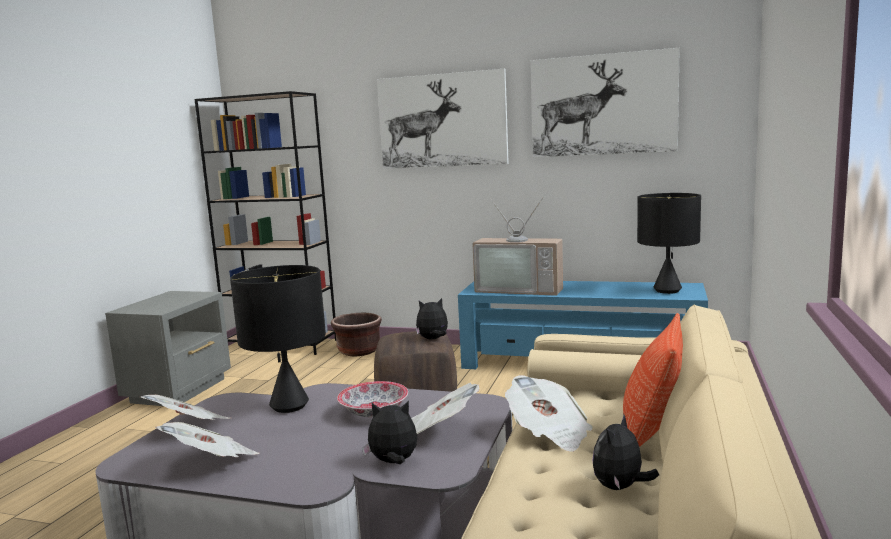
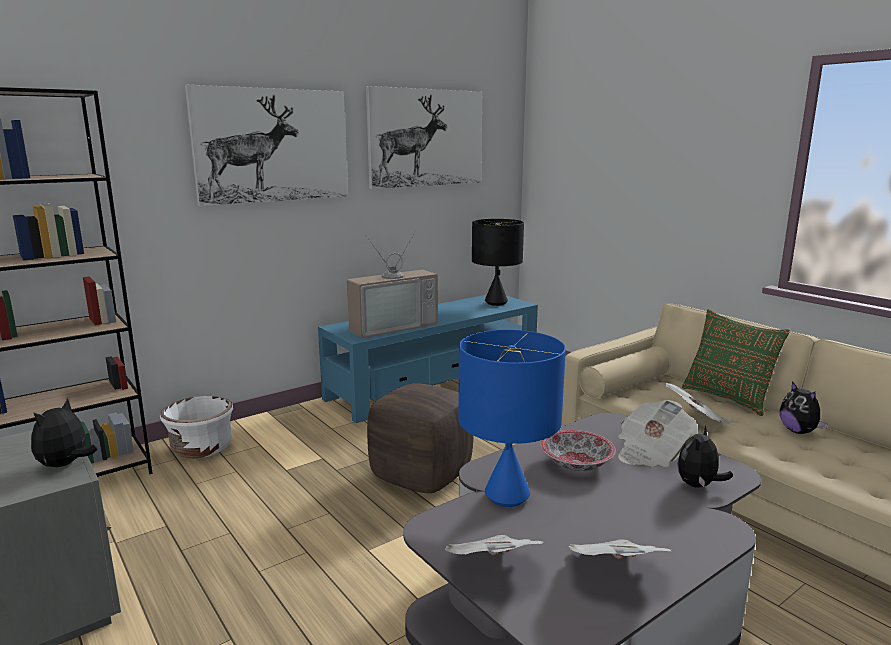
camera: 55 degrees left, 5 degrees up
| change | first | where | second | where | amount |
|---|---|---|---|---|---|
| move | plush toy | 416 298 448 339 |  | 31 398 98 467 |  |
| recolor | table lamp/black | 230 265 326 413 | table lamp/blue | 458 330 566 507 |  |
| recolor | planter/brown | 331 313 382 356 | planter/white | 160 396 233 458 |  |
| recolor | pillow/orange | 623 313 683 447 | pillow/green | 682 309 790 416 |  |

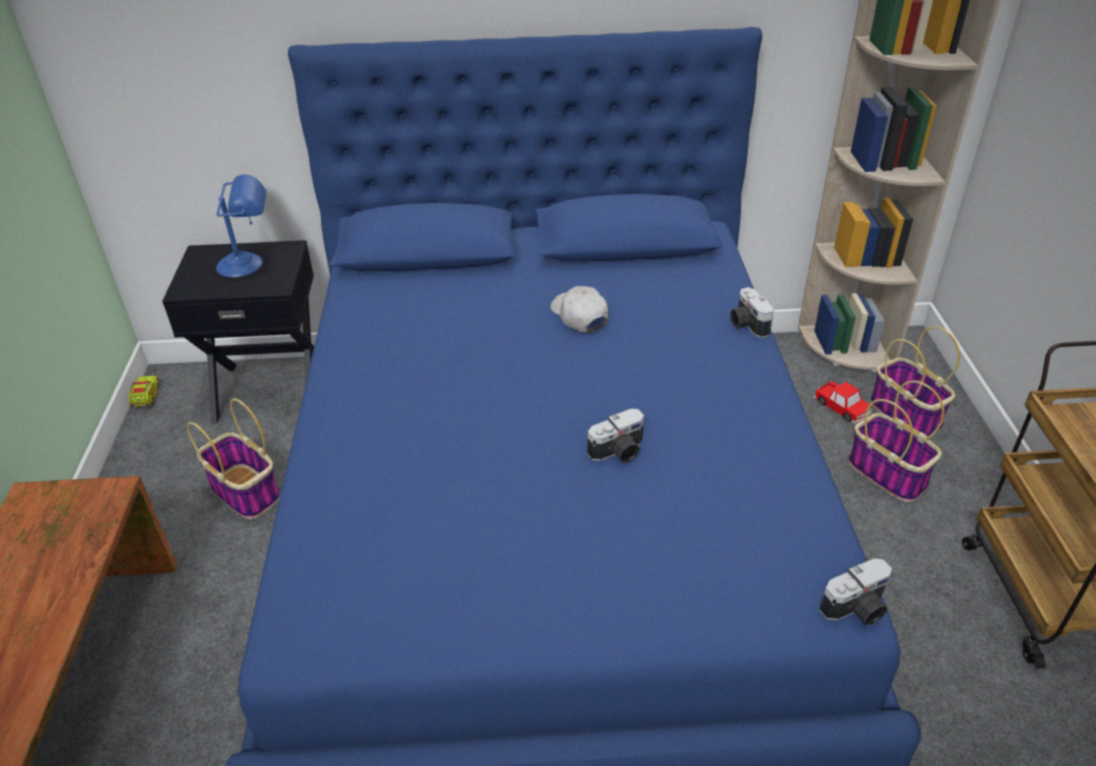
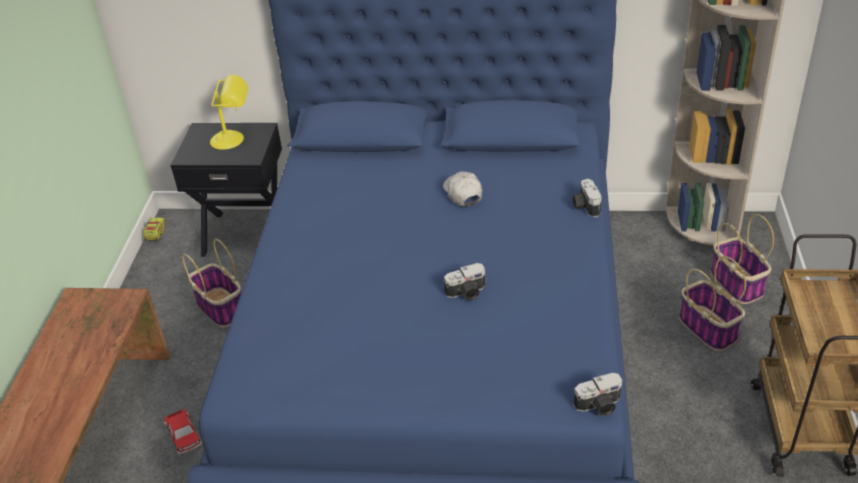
camera: 10 degrees right, 0 degrees up
| change | first | where | second | where | amount |
|---|---|---|---|---|---|
| move | toy car | 813 381 872 424 |  | 164 409 203 455 |  |
| recolor | table lamp/blue | 216 174 266 277 | table lamp/yellow | 210 75 248 150 |  |

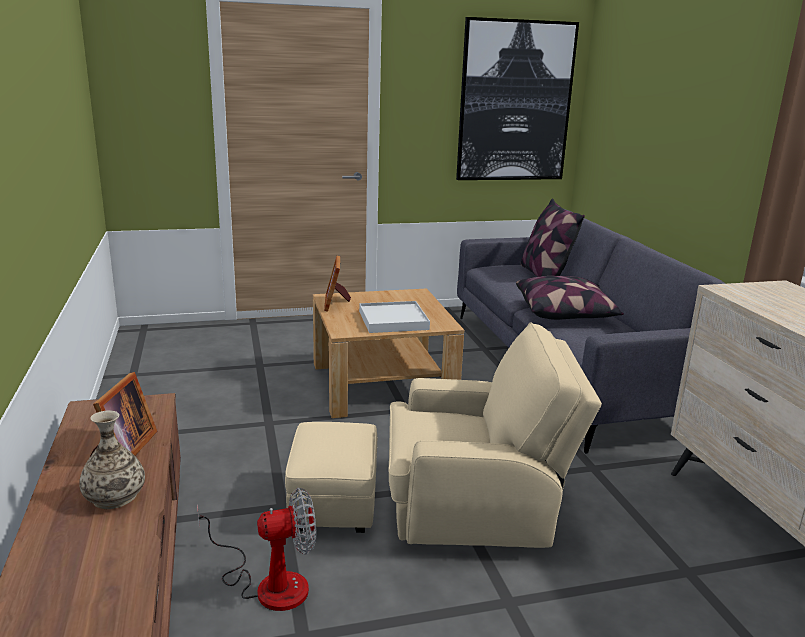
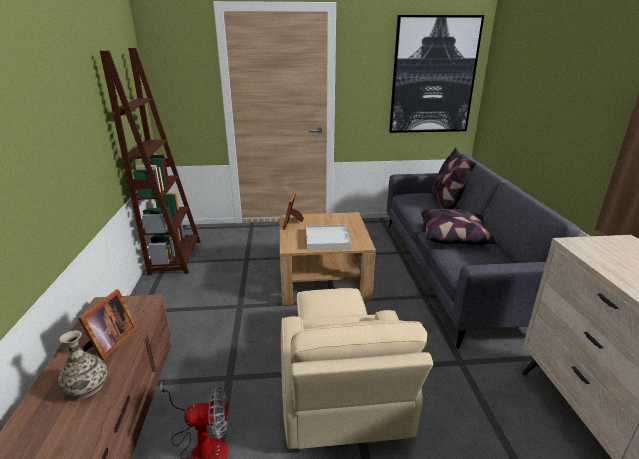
camera: 10 degrees right, 5 degrees up
| change | first | where | second | where | amount |
|---|---|---|---|---|---|
| insert |  |  | bookcase/brown | 100 48 201 275 |  |
| rotate | armchair/beige | 285 322 602 548 |  | 281 288 433 449 | 75 degrees clockwise |

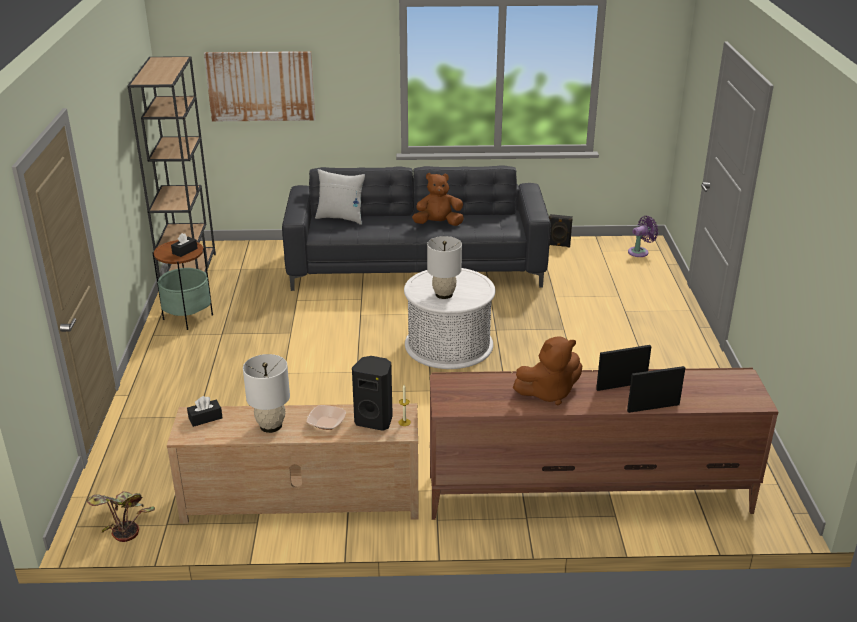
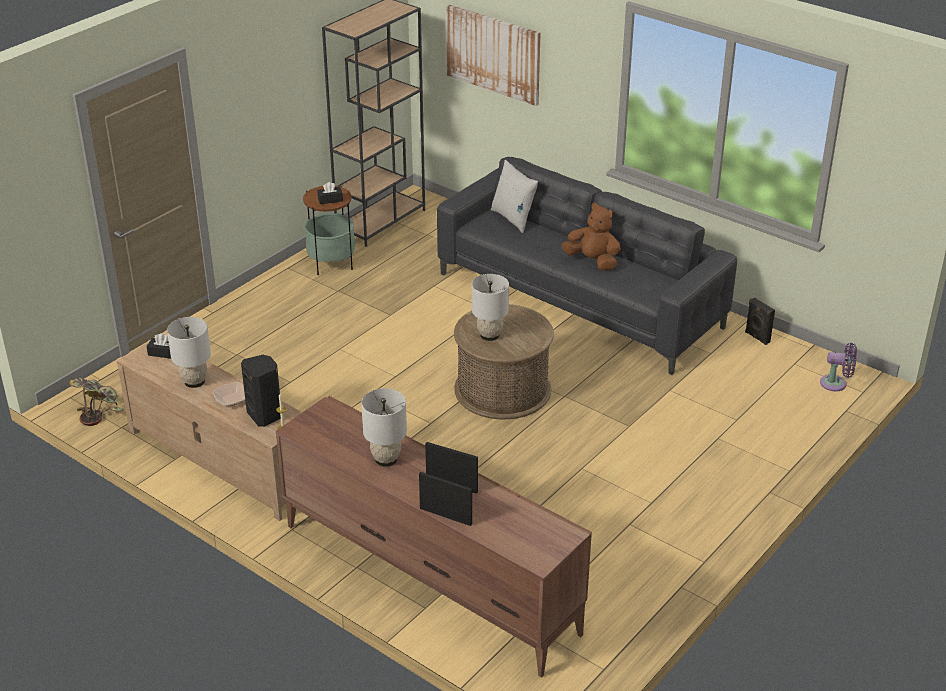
camera: 40 degrees right, 5 degrees up
| change | first | where | second | where | amount |
|---|---|---|---|---|---|
| replace | plush toy/brown | 513 337 582 405 | table lamp/white | 361 388 407 467 |  |
| recolor | coffee table/white | 404 268 496 369 | coffee table/brown | 454 304 554 419 |  |

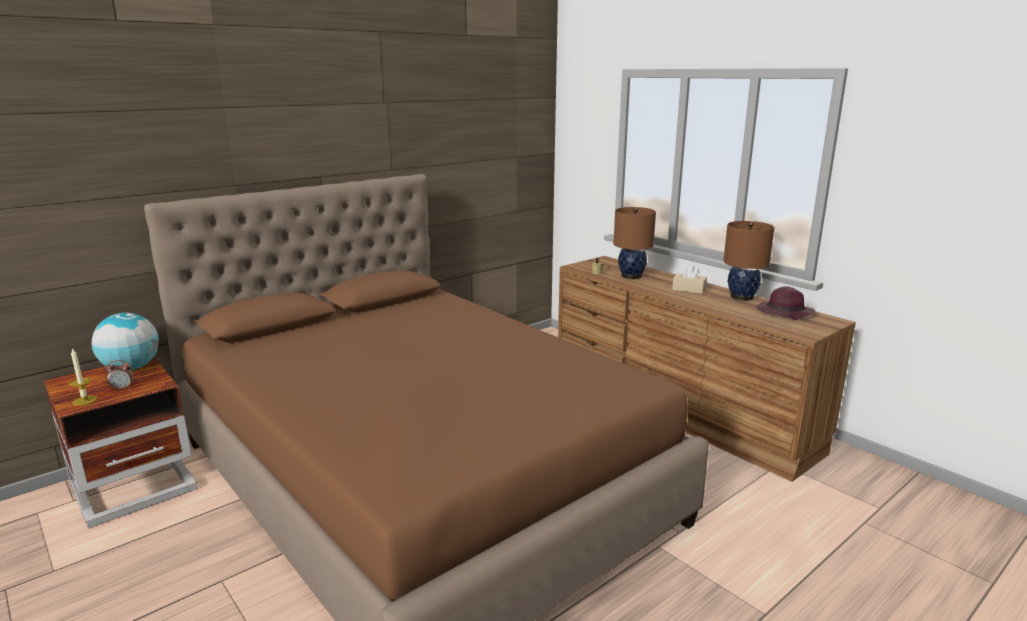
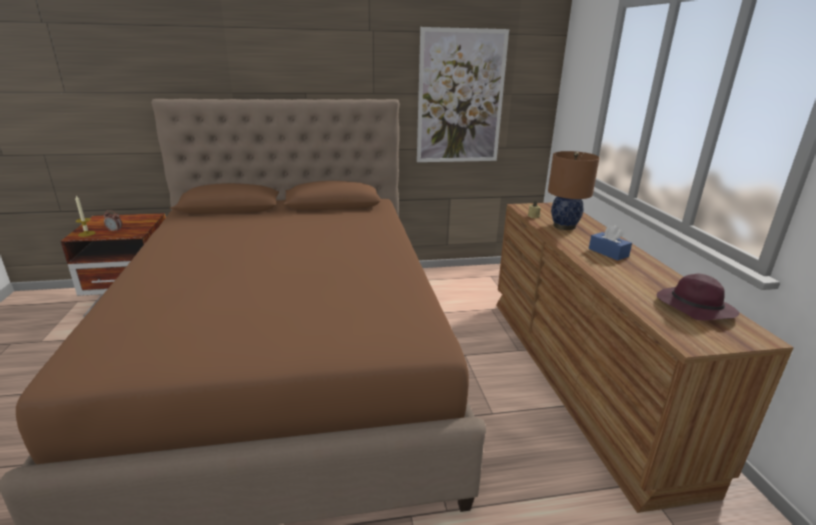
camera: 30 degrees right, 5 degrees up
| change | first | where | second | where | amount |
|---|---|---|---|---|---|
| delete | globe | 91 313 159 370 |  |  |  |
| delete | table lamp/brown | 724 221 774 301 |  |  |  |
| insert |  |  | picture | 417 27 509 162 |  |
| recolor | tissue box/beige | 672 265 707 294 | tissue box/blue | 589 225 632 261 |  |

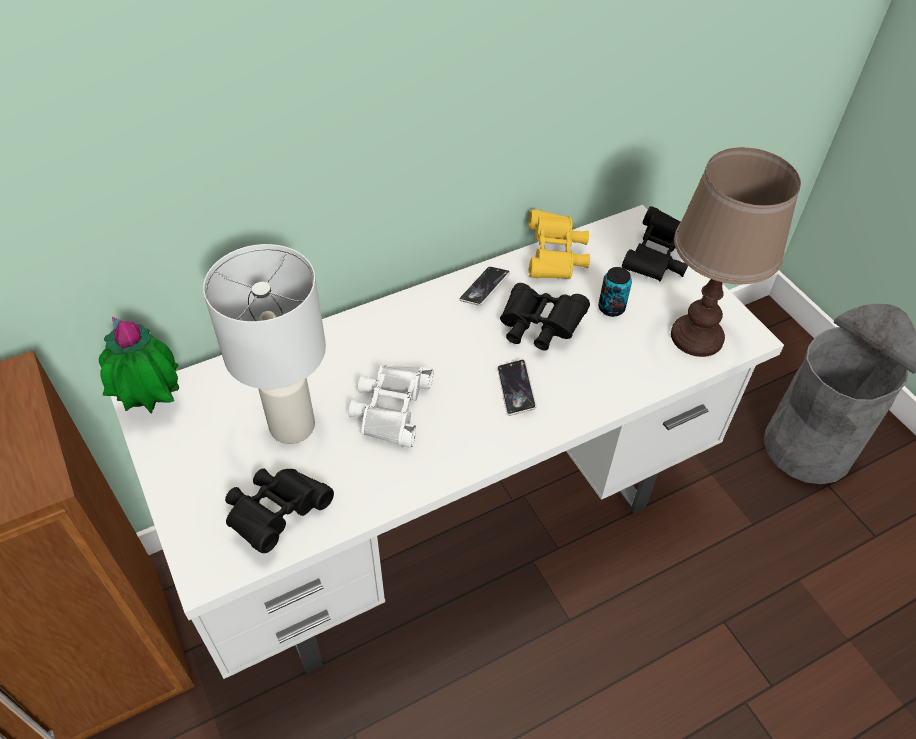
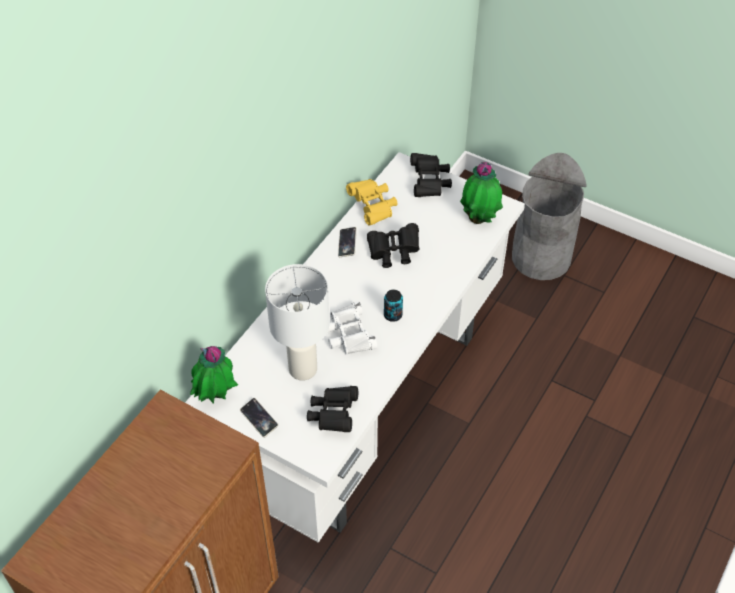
camera: 30 degrees left, 0 degrees up
| change | first | where | second | where | amount |
|---|---|---|---|---|---|
| move | phone | 497 359 536 416 |  | 240 398 279 438 |  |
| move | can | 598 267 632 317 |  | 384 290 403 322 |  |
| replace | table lamp/brown | 671 147 801 357 | potted plant | 460 162 503 224 |  |

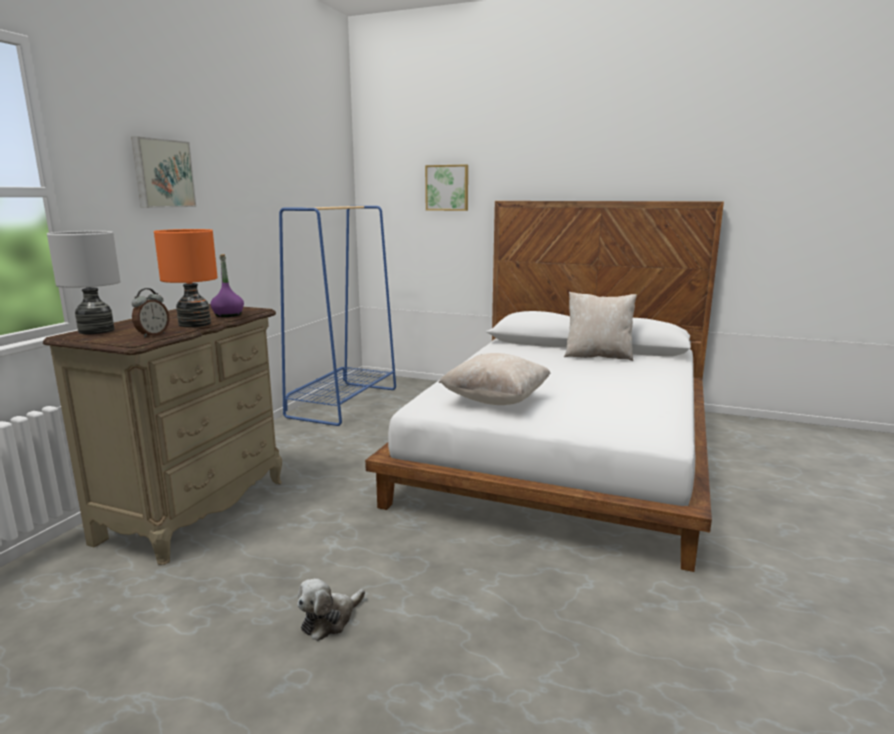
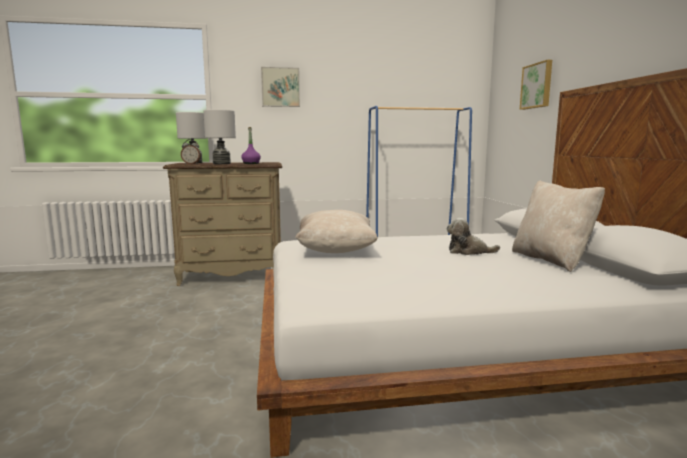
camera: 60 degrees right, 5 degrees down
| change | first | where | second | where | amount |
|---|---|---|---|---|---|
| move | plush toy | 297 579 365 641 |  | 447 218 500 255 |  |
| recolor | table lamp/orange | 154 229 218 327 | table lamp/grey | 203 109 236 164 |  |

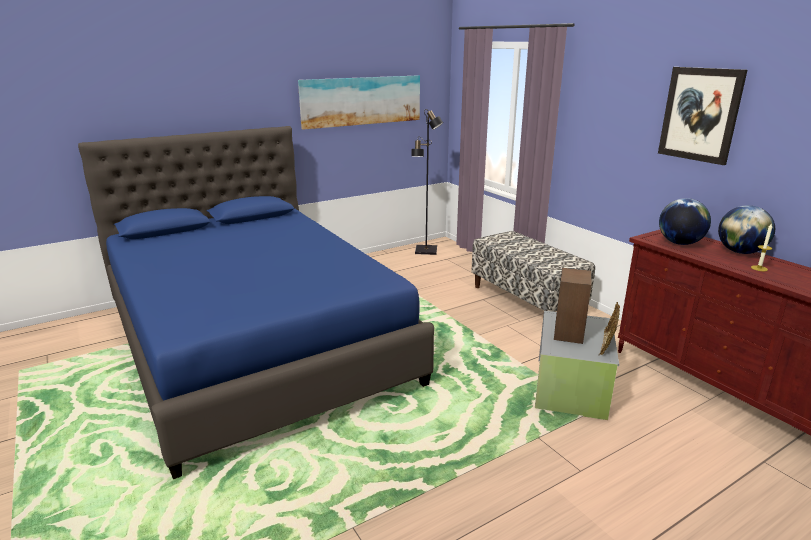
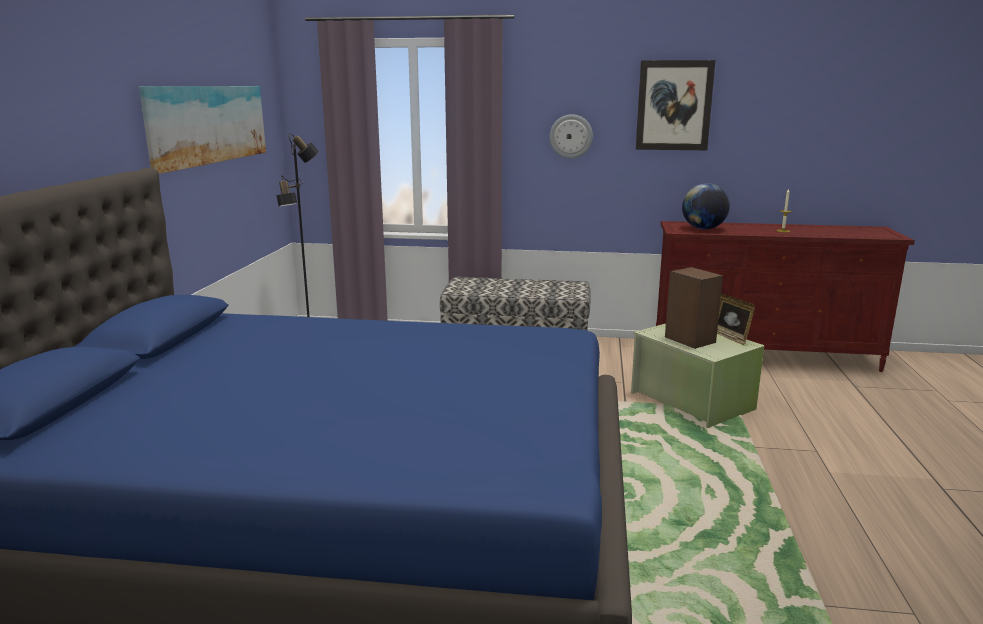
camera: 50 degrees left, 5 degrees down
| change | first | where | second | where | amount |
|---|---|---|---|---|---|
| delete | globe | 718 205 775 254 |  |  |  |
| insert |  |  | wall clock | 550 114 593 159 |  |
| recolor | storage box/grey | 535 311 619 420 | storage box/green | 631 324 765 428 |  |

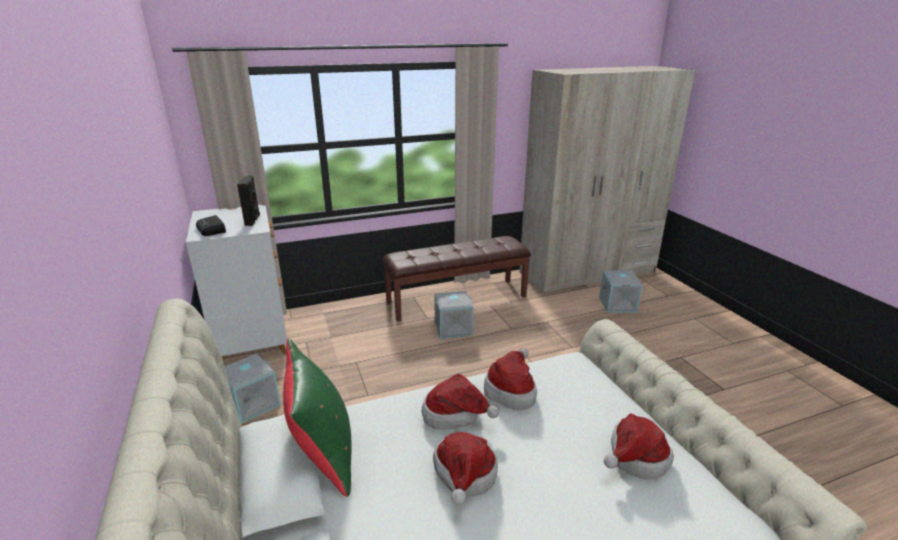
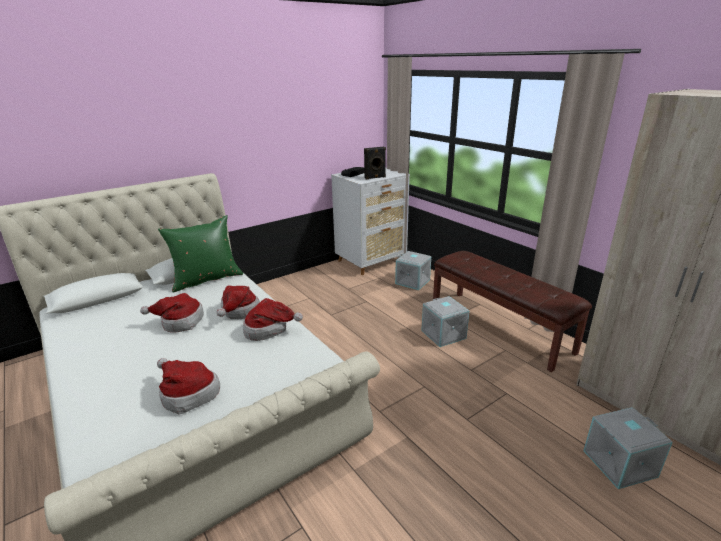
camera: 75 degrees right, 0 degrees up
| change | first | where | second | where | amount |
|---|---|---|---|---|---|
| move | storage box/grey | 225 354 281 423 |  | 395 251 431 290 |  |

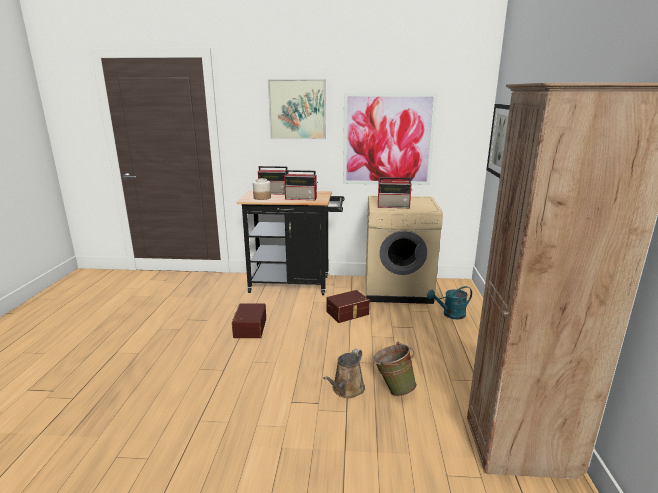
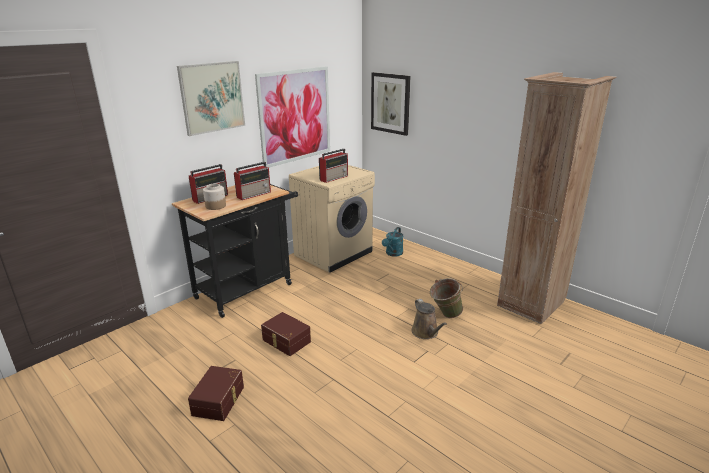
camera: 50 degrees left, 5 degrees up
| change | first | where | second | where | amount |
|---|---|---|---|---|---|
| move | storage box/brown | 327 290 370 323 |  | 188 366 244 421 |  |

